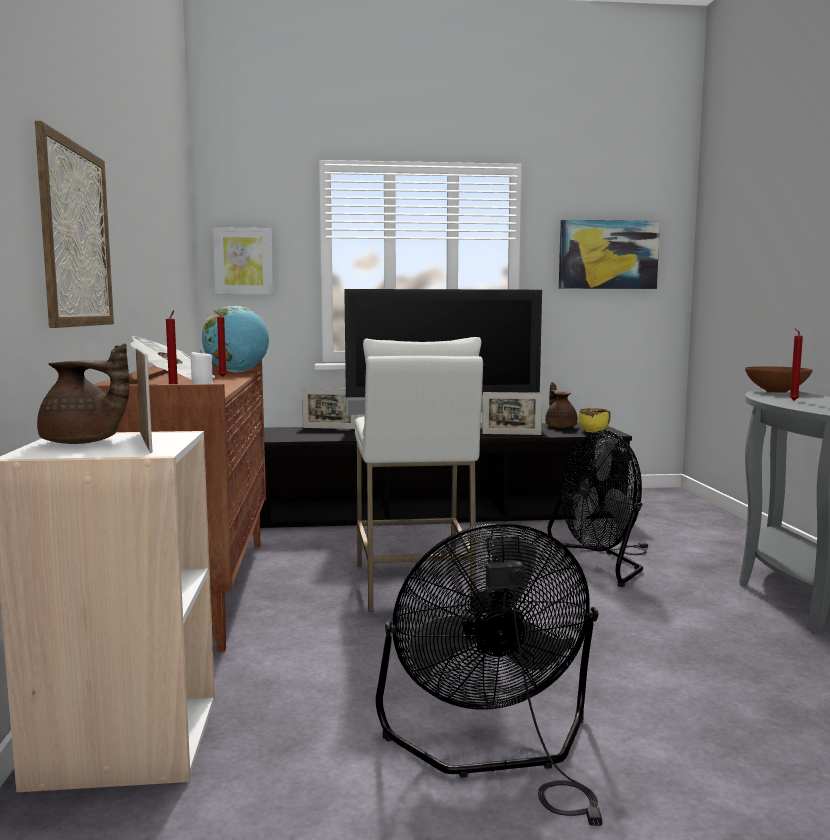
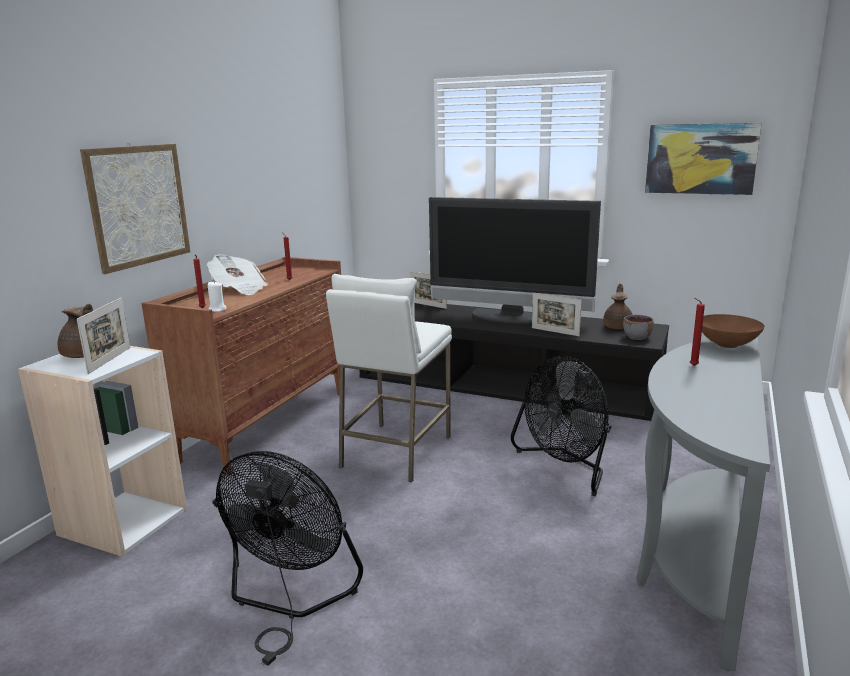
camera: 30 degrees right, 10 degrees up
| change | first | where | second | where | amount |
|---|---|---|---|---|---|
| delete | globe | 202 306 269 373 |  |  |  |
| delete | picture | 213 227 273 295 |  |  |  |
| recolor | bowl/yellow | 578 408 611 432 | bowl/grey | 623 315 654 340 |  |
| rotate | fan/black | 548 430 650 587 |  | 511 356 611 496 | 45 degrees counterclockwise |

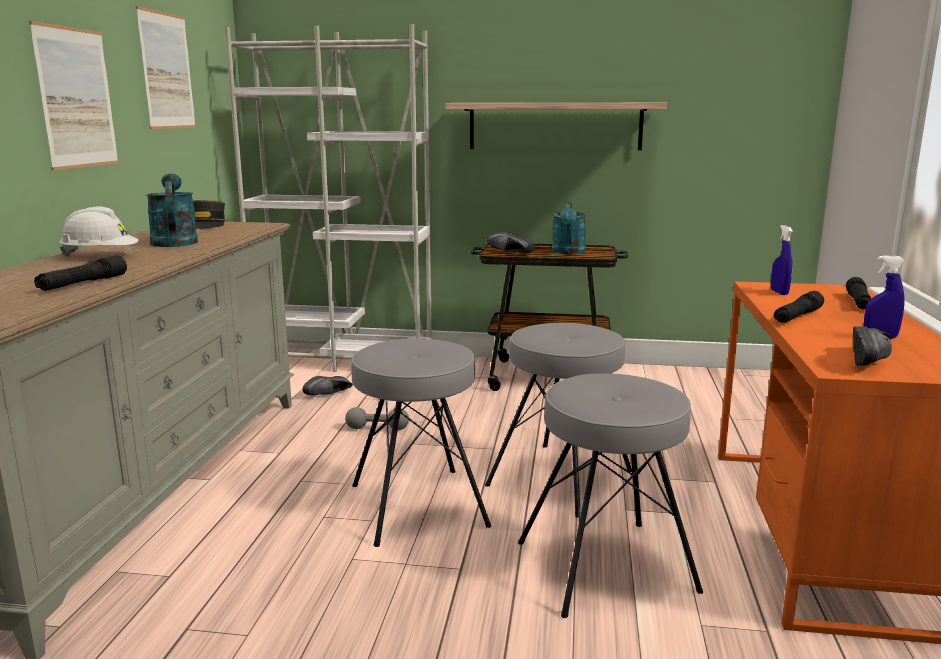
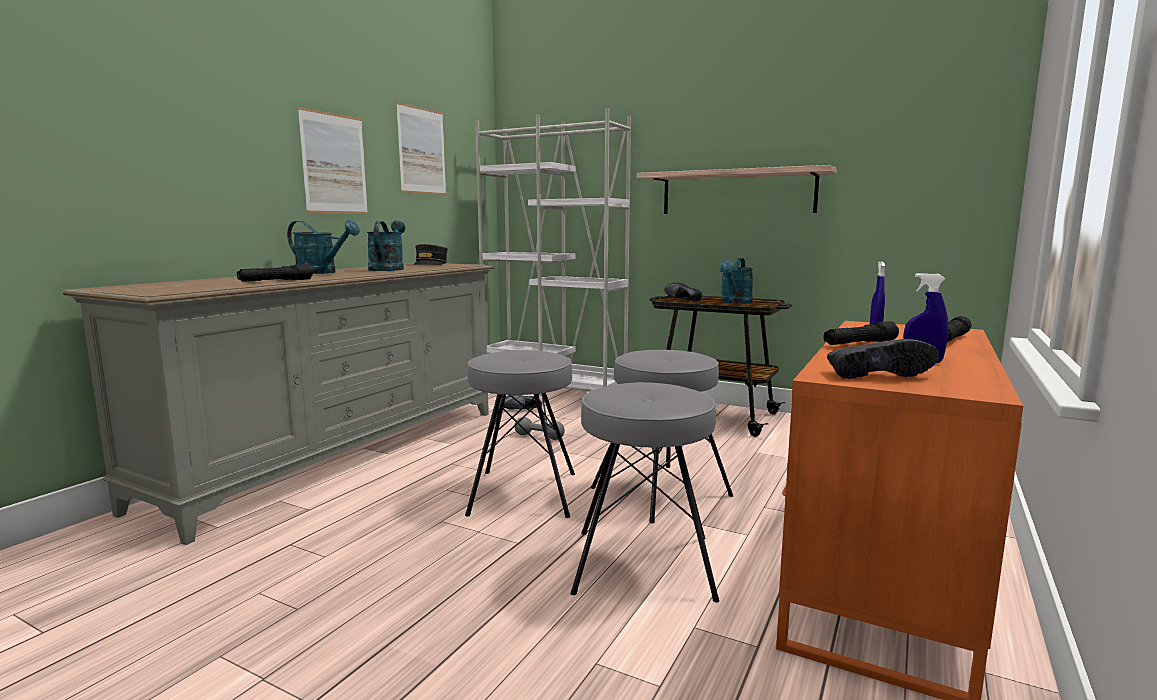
camera: 20 degrees right, 5 degrees down
| change | first | where | second | where | amount |
|---|---|---|---|---|---|
| replace | hard hat/white | 59 206 138 257 | watering can/turquoise | 287 220 360 274 |  |
| rotate | shoe/black | 853 326 892 366 |  | 827 339 939 379 | 135 degrees counterclockwise |

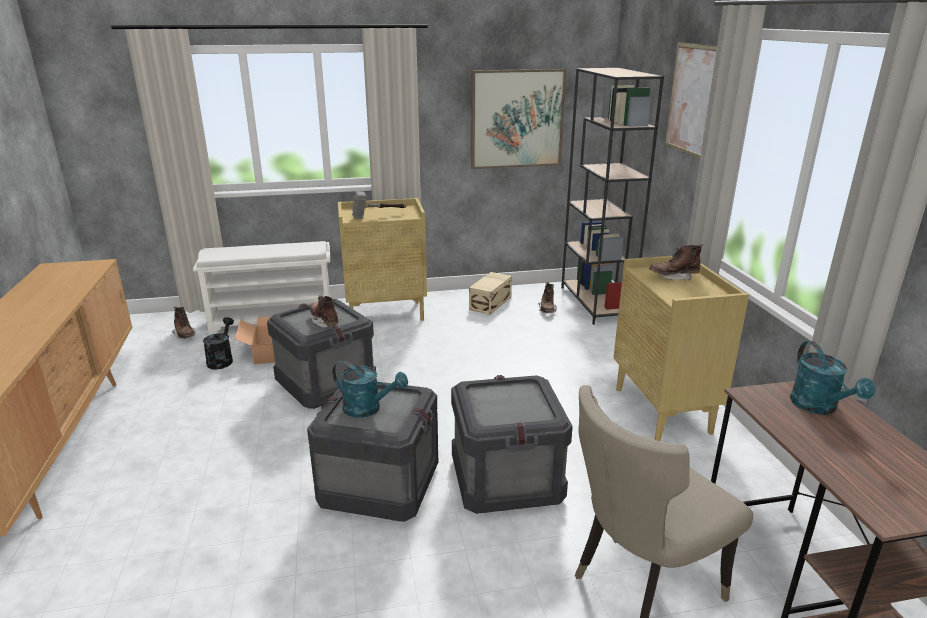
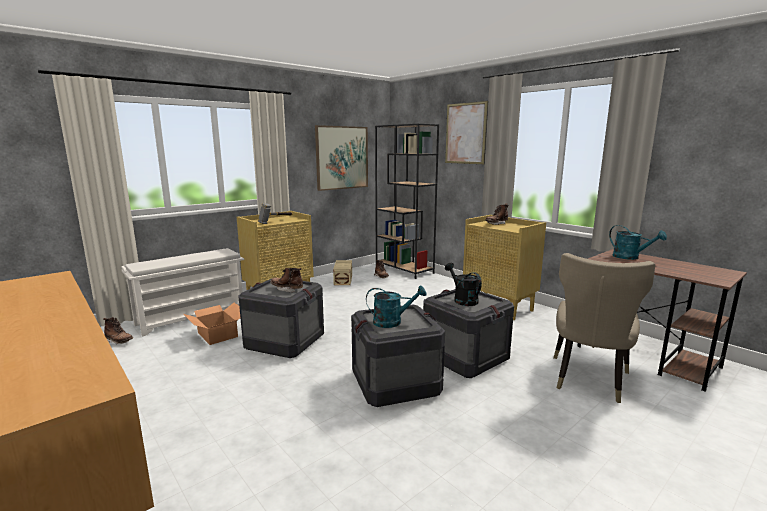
camera: 30 degrees left, 10 degrees down
| change | first | where | second | where | amount |
|---|---|---|---|---|---|
| move | watering can/black | 203 317 234 370 |  | 445 263 482 306 |  |

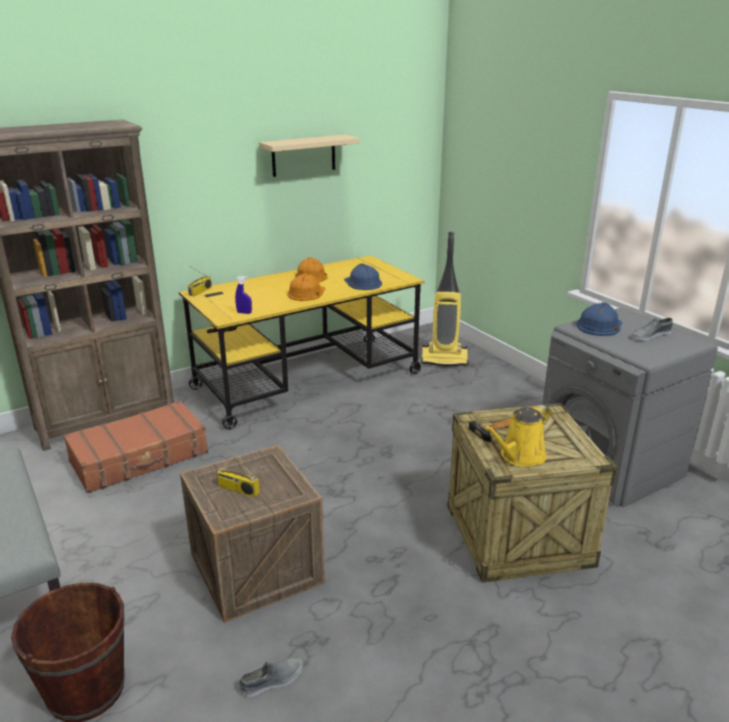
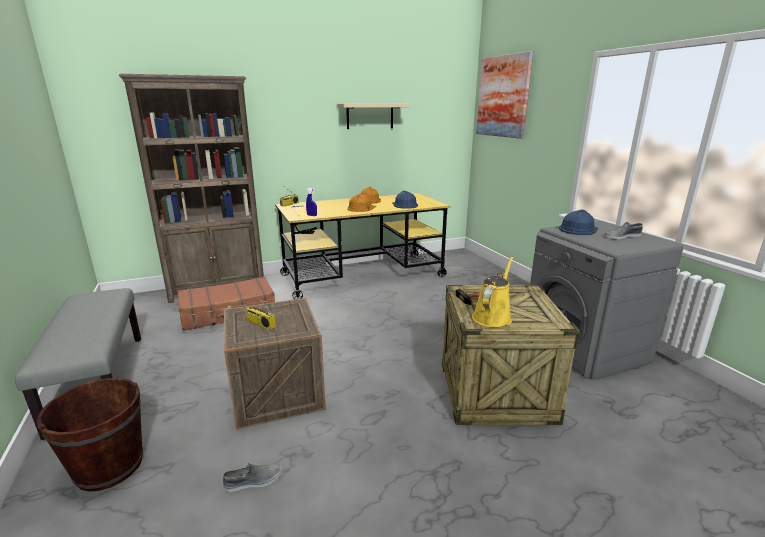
camera: 10 degrees right, 5 degrees down
| change | first | where | second | where | amount |
|---|---|---|---|---|---|
| delete | vacuum cleaner | 421 232 468 367 |  |  |  |
| insert |  |  | picture | 476 51 533 139 |  |
| rotate | watering can/yellow | 483 405 551 467 |  | 472 257 513 328 | 150 degrees clockwise |

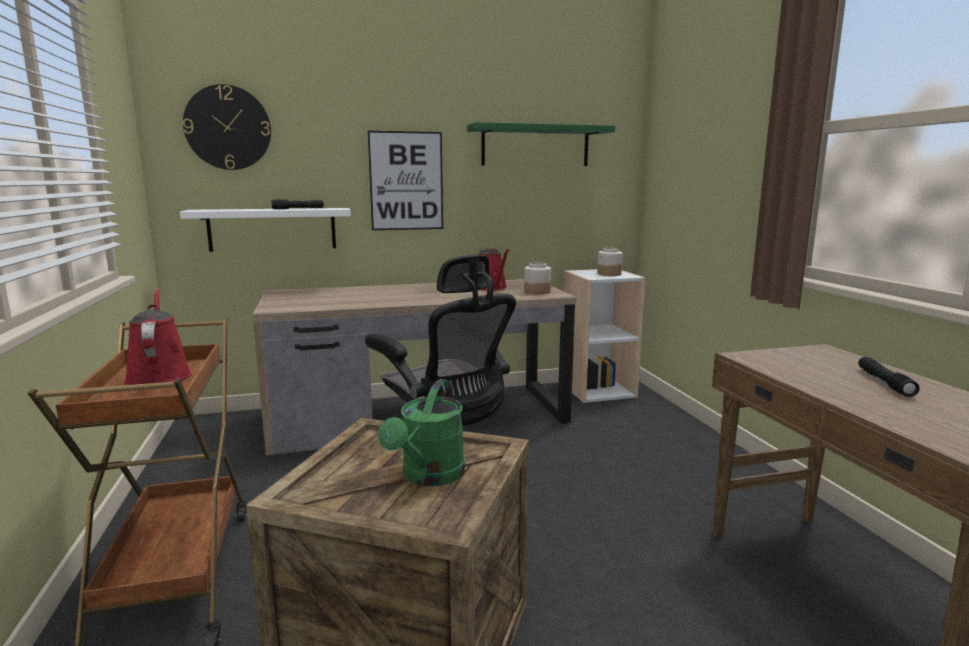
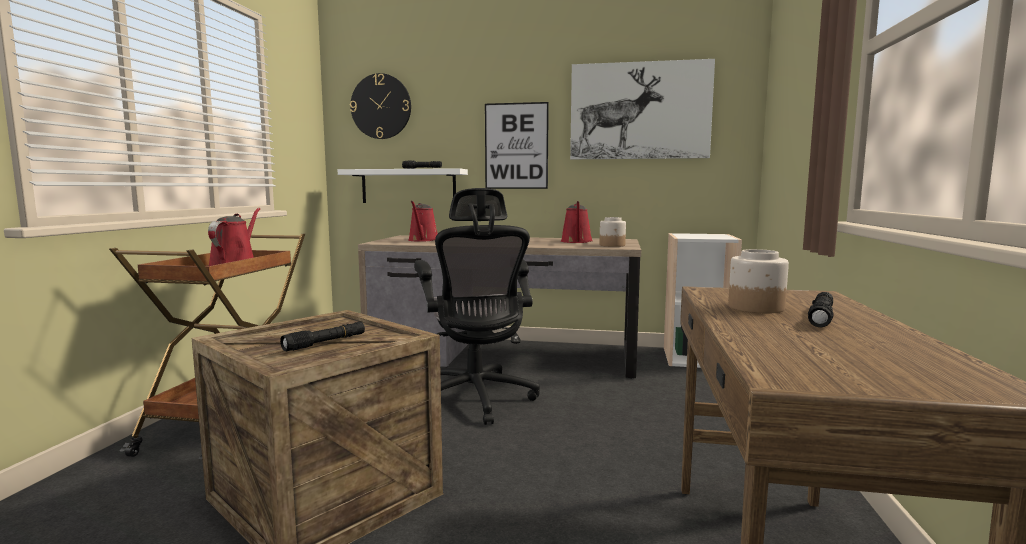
camera: 25 degrees right, 5 degrees down
| change | first | where | second | where | amount |
|---|---|---|---|---|---|
| insert |  |  | watering can/red | 408 201 438 242 |  |
| move | jar | 597 248 623 276 |  | 728 249 789 313 |  |
| replace | watering can/green | 378 379 465 486 | flashlight/black | 280 322 365 351 |  |
| replace | shelf/green | 467 122 615 166 | picture | 570 59 715 159 |  |

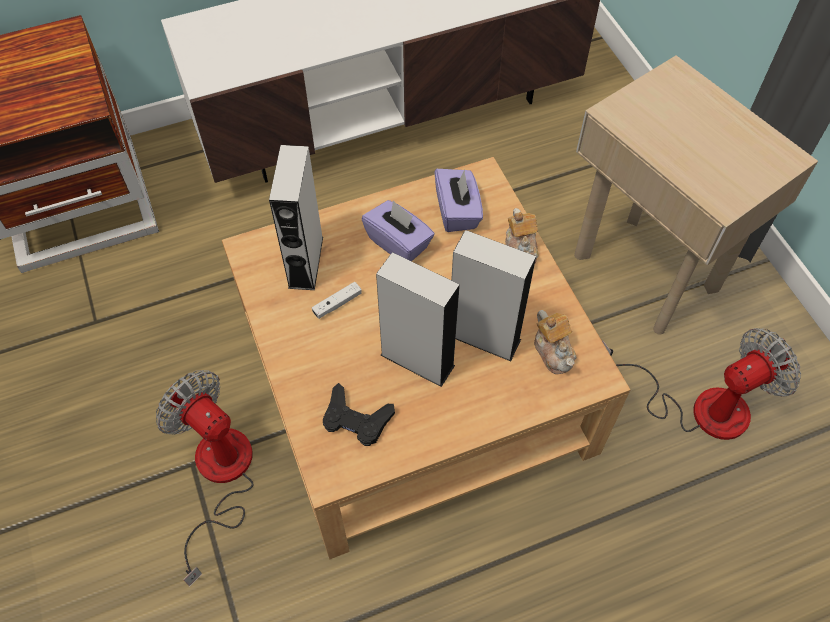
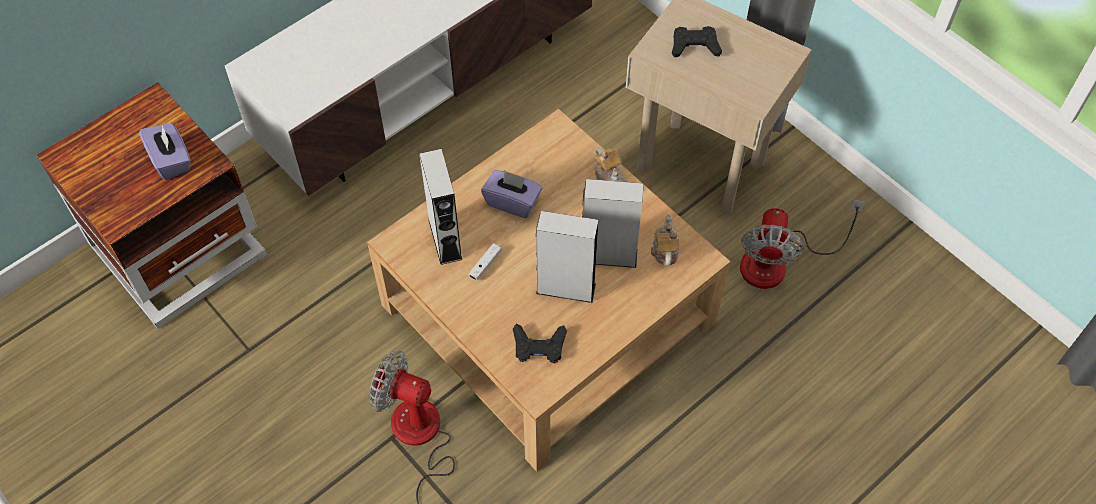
camera: 20 degrees left, 0 degrees up
| change | first | where | second | where | amount |
|---|---|---|---|---|---|
| insert |  |  | game controller/black | 672 26 722 57 |  |
| move | tissue box/purple | 434 169 483 232 |  | 139 123 191 180 |  |
| rotate | teapot | 534 310 576 374 |  | 651 214 679 266 | 135 degrees counterclockwise |
| rotate | fan | 602 328 801 440 |  | 740 200 866 289 | 150 degrees clockwise |

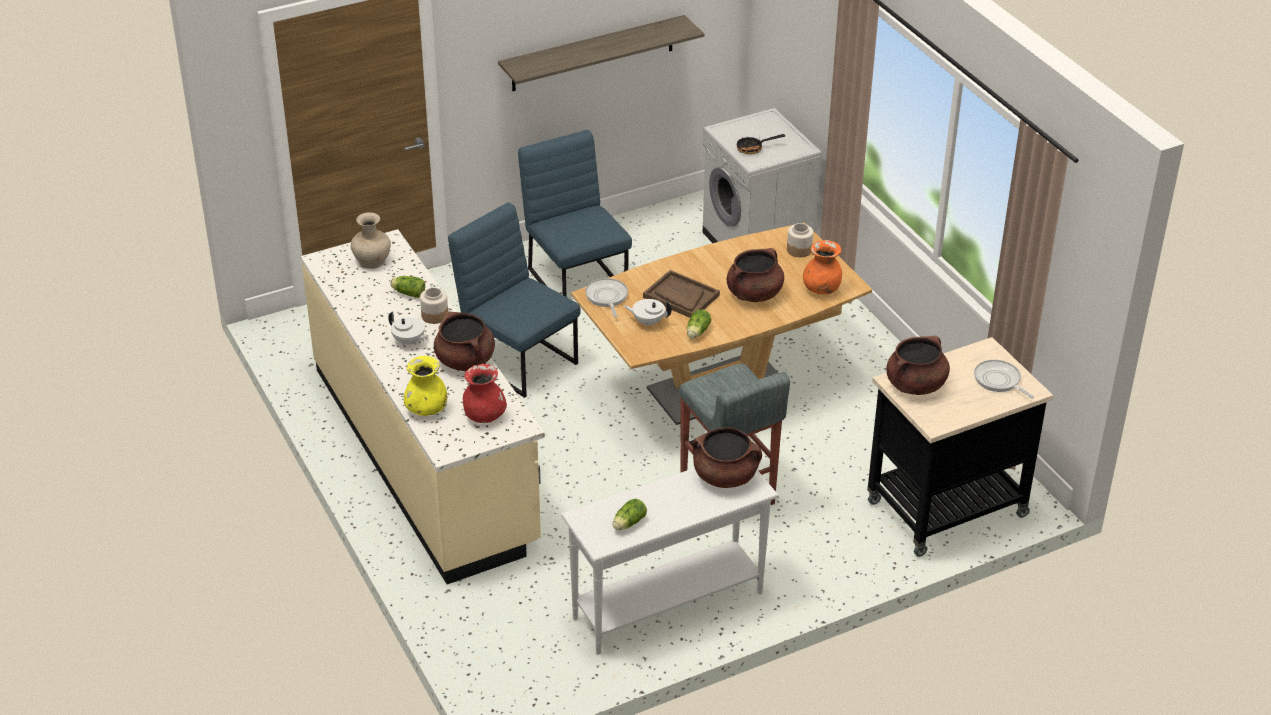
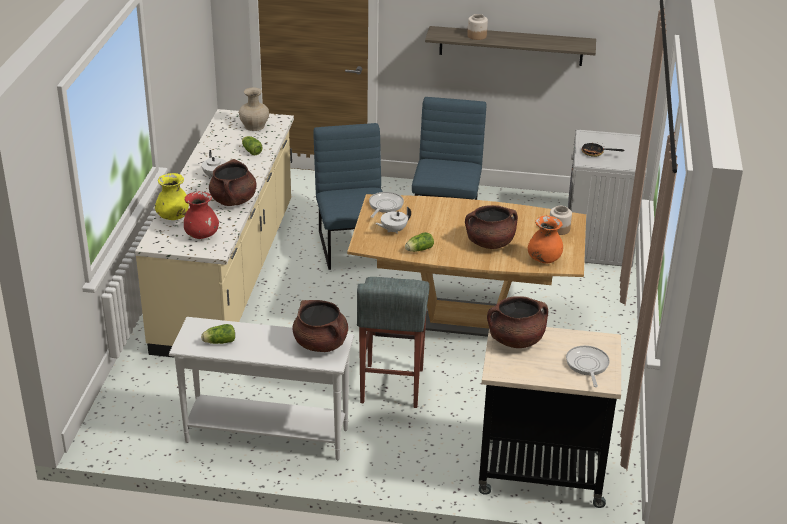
camera: 35 degrees right, 5 degrees down
| change | first | where | second | where | amount |
|---|---|---|---|---|---|
| delete | tray/brown | 643 270 720 318 |  |  |  |
| move | jar | 420 287 448 324 |  | 467 14 488 40 |  |
| rotate | teapot/white | 624 299 672 327 |  | 375 207 411 234 | 75 degrees counterclockwise |

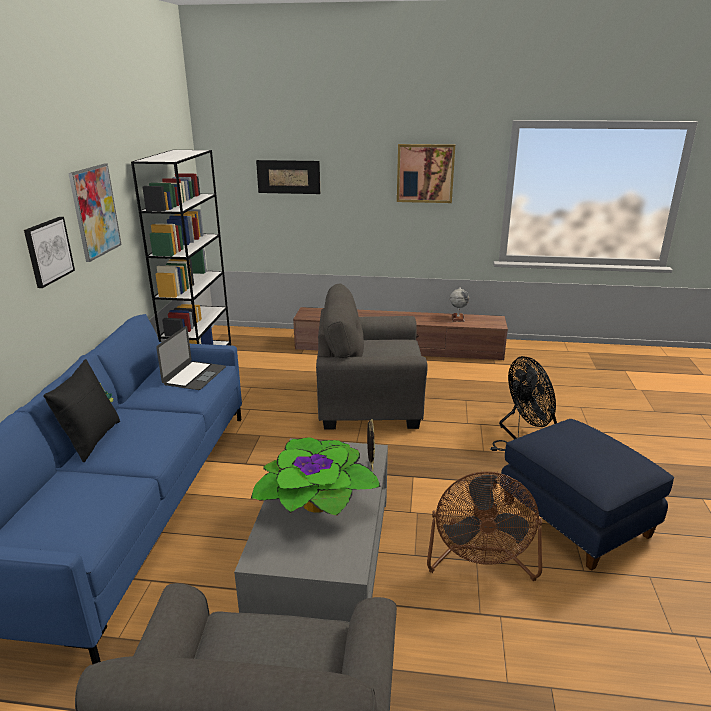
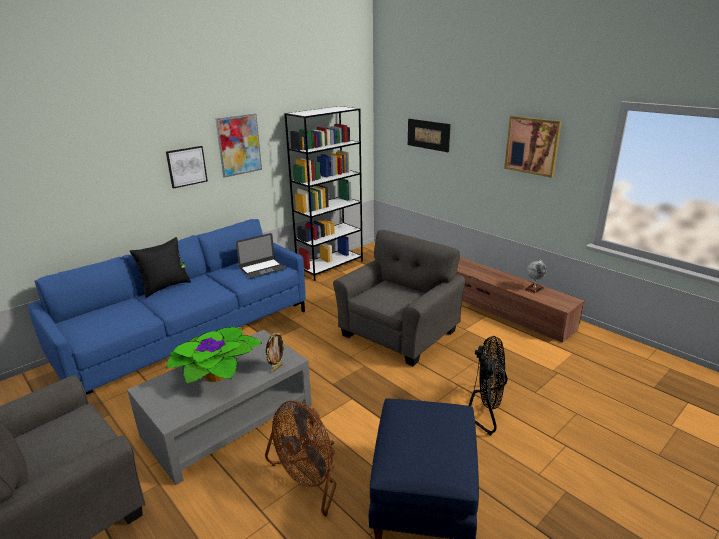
camera: 40 degrees right, 0 degrees up
| change | first | where | second | where | amount |
|---|---|---|---|---|---|
| rotate | armchair/grey | 316 284 428 429 |  | 333 230 465 366 | 90 degrees clockwise |

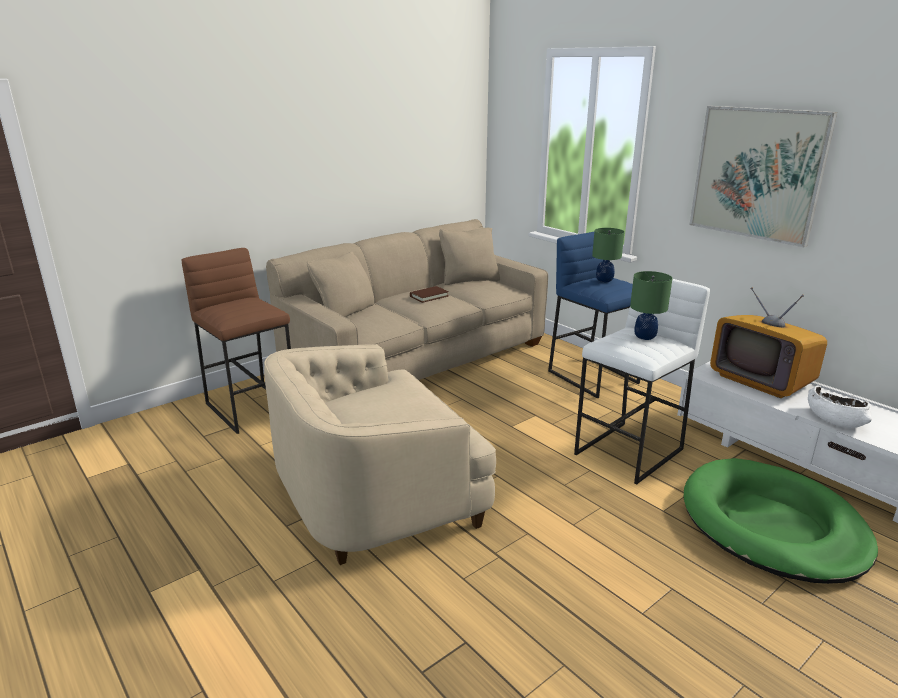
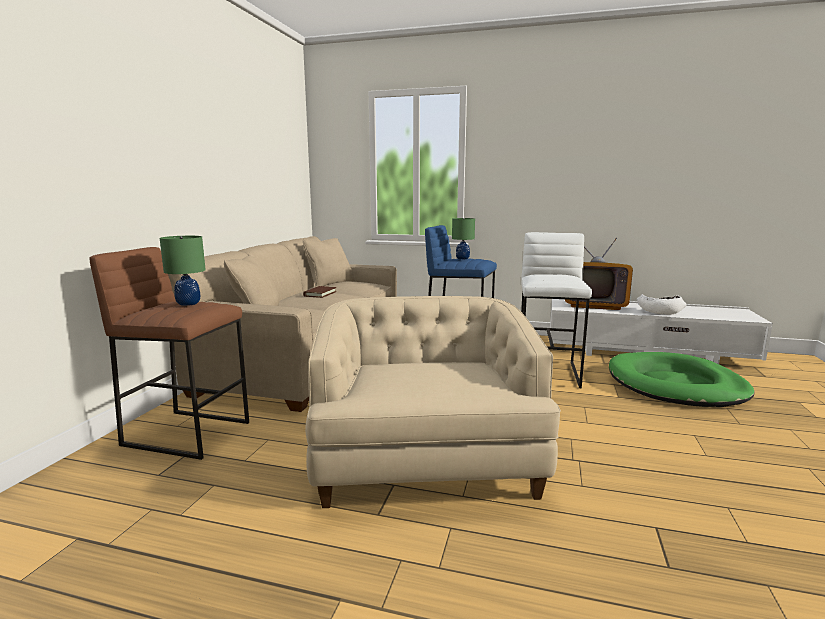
camera: 35 degrees left, 10 degrees down
| change | first | where | second | where | amount |
|---|---|---|---|---|---|
| delete | picture | 690 106 837 247 |  |  |  |
| move | table lamp/green | 630 271 672 340 |  | 160 236 206 306 |  |
| rotate | armchair/beige | 264 344 496 565 |  | 305 296 561 508 | 150 degrees clockwise |

